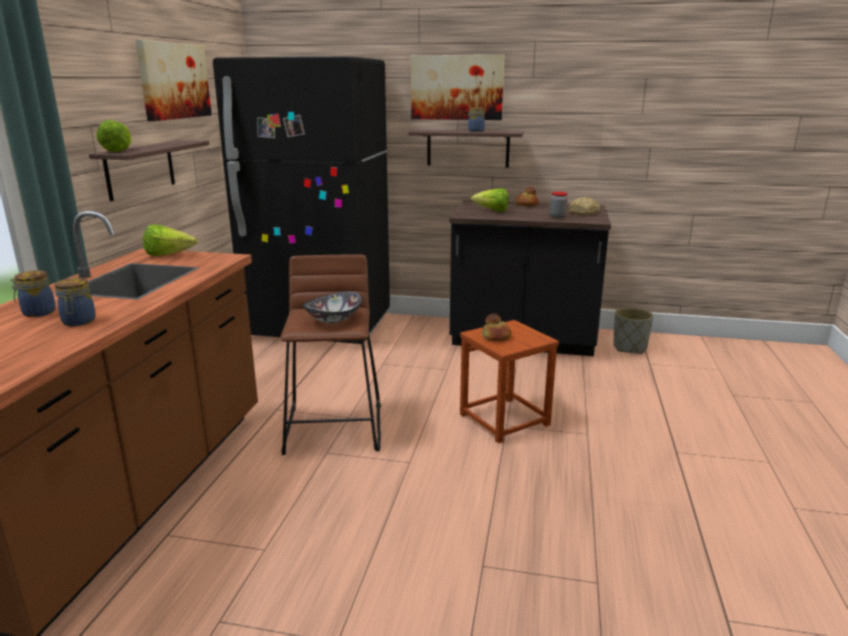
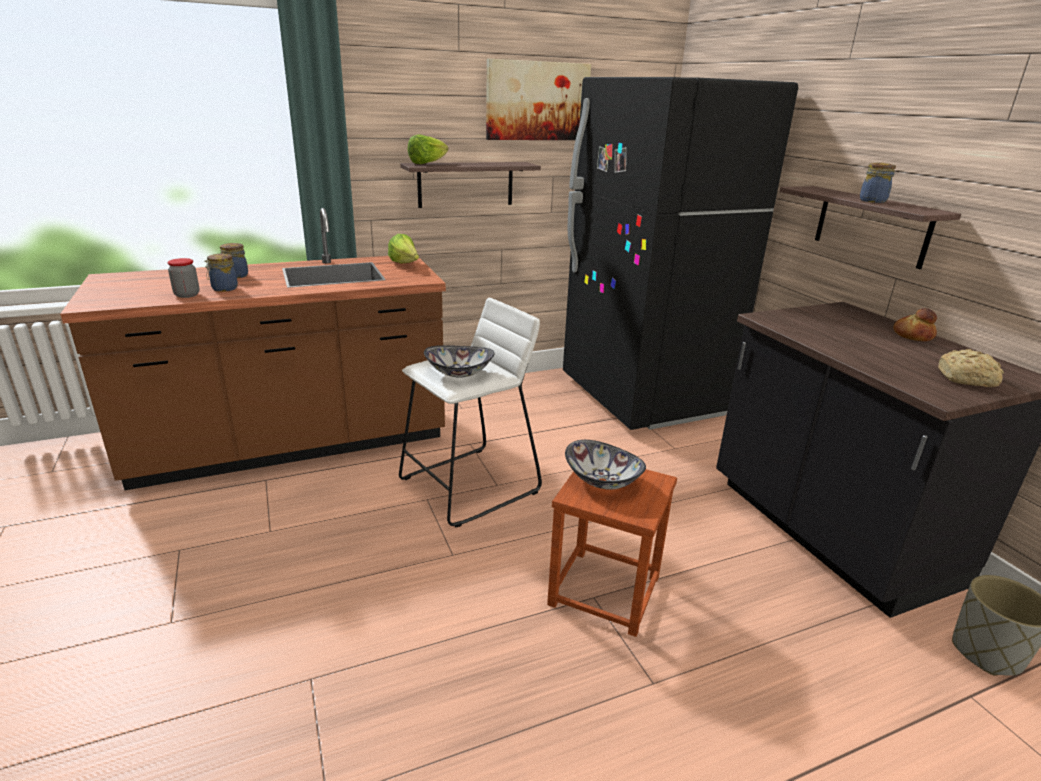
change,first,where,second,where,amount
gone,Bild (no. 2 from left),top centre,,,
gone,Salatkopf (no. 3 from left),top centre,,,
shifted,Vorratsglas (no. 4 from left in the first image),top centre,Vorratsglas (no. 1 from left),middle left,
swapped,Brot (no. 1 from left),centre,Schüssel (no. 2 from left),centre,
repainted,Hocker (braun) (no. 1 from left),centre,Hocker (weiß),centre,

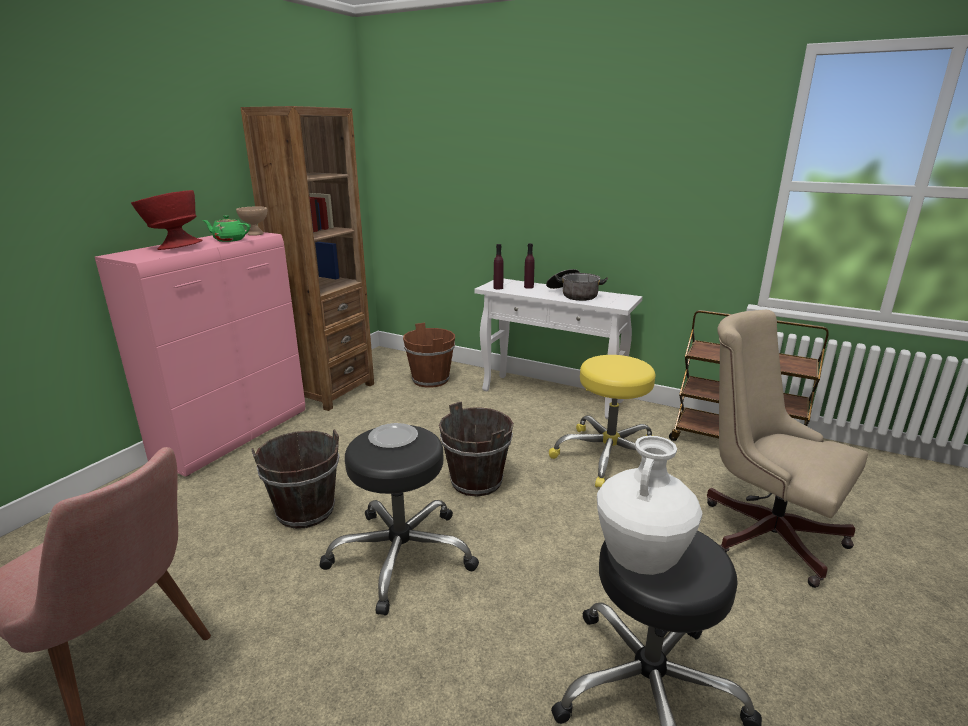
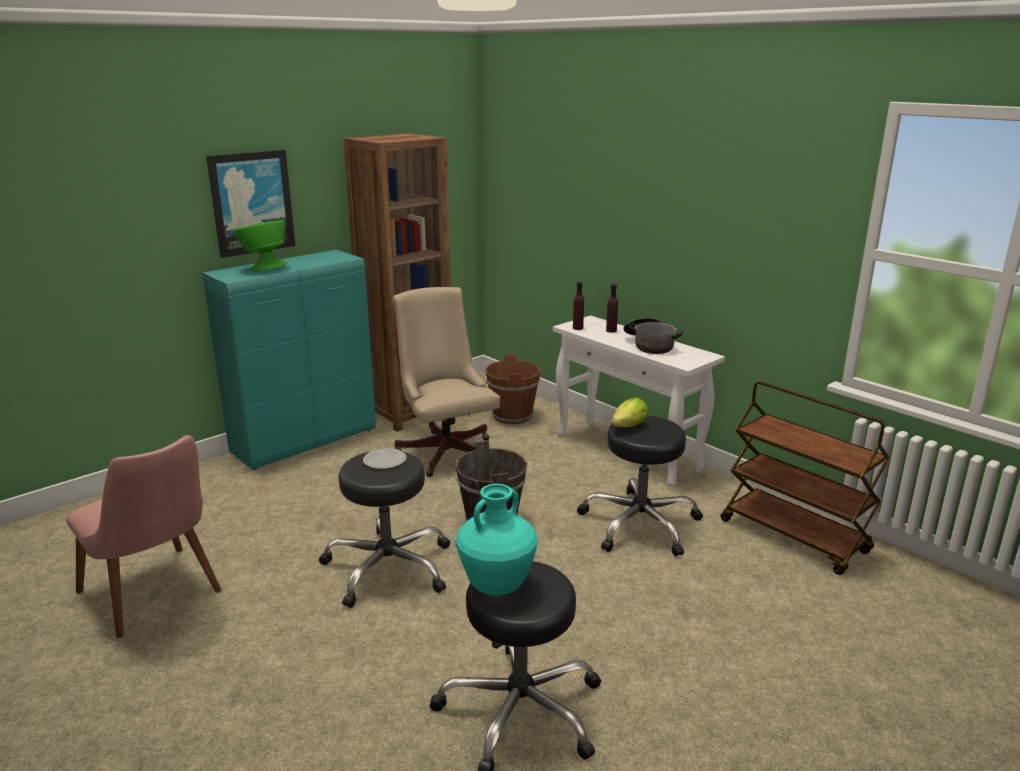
change,first,where,second,where,amount
gone,Teekanne (grün),top left,,,
gone,Schüssel (beige),top left,,,
gone,Eimer (braun) (no. 1 from left),middle left,,,
new,,,Bild,top left,
new,,,Salatkopf,centre,
shifted,Bürostuhl (beige),middle right,,centre,
repainted,Schrank (rosa),middle left,Schrank (türkis),middle left,
repainted,Schüssel (rot),top left,Schüssel (grün),top left,
repainted,Hocker (gelb),centre,Hocker (schwarz) (no. 3 from left),centre,
repainted,Vase (weiß),bottom right,Vase (türkis),bottom centre,

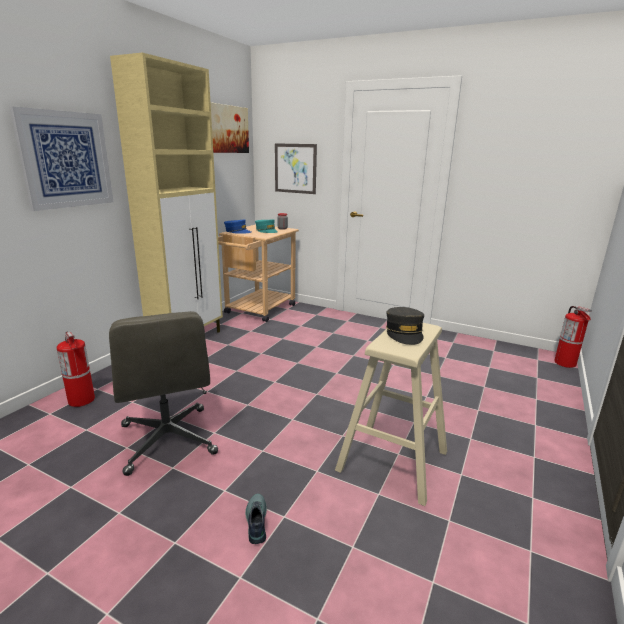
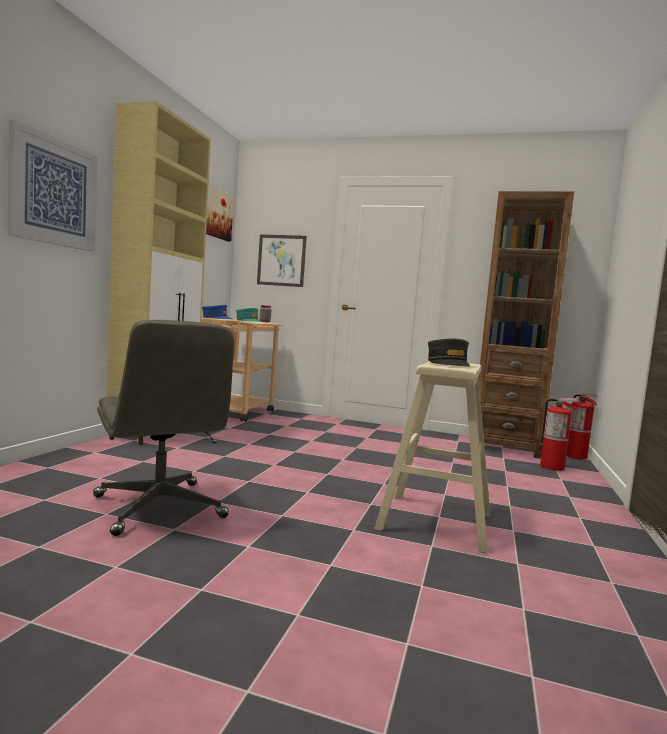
change,first,where,second,where,amount
gone,Schuh,bottom centre,,,
new,,,Bücherregal (braun),middle right,
shifted,Feuerlöscher (no. 1 from left),middle left,,middle right,

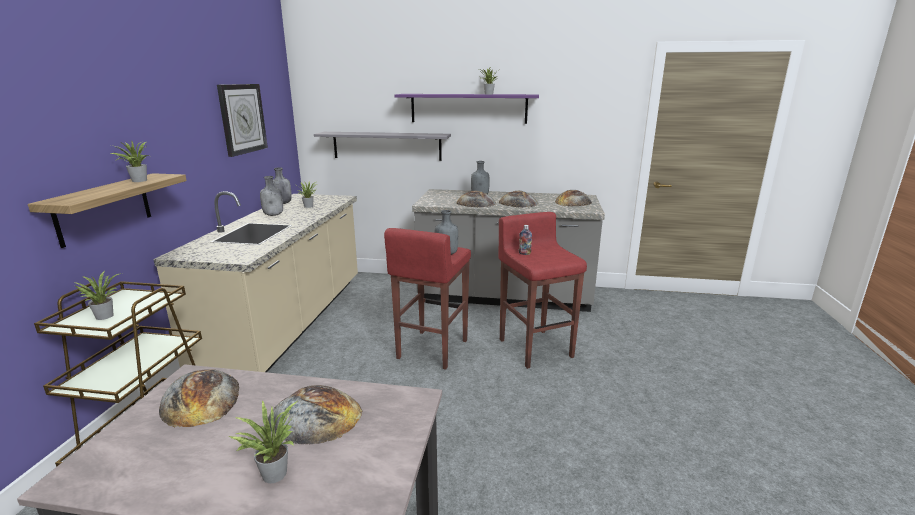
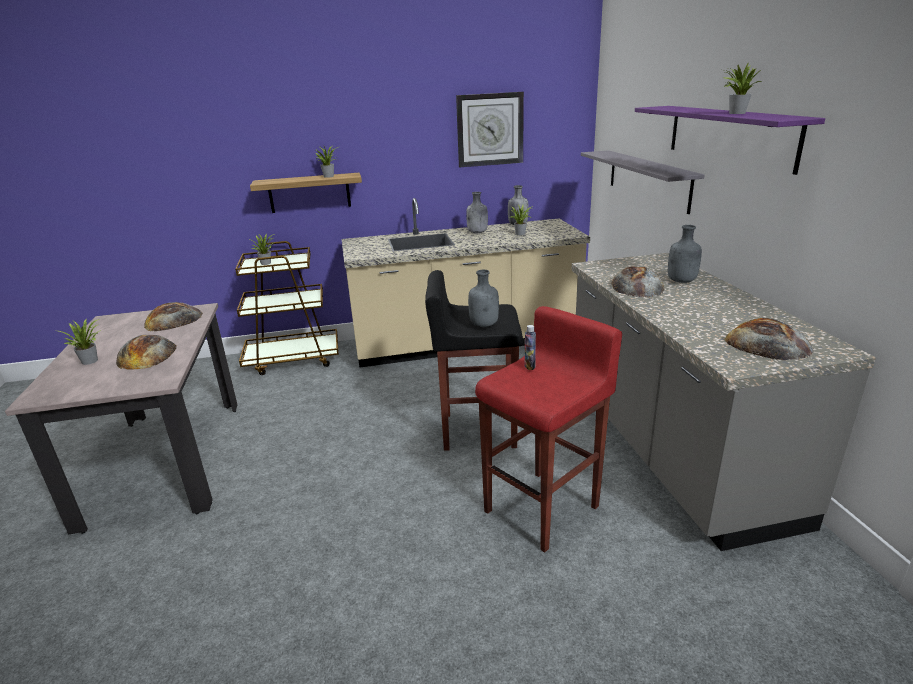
change,first,where,second,where,amount
gone,Brot (no. 4 from left),centre,,,
repainted,Hocker (rot) (no. 1 from left),centre,Hocker (schwarz),centre,

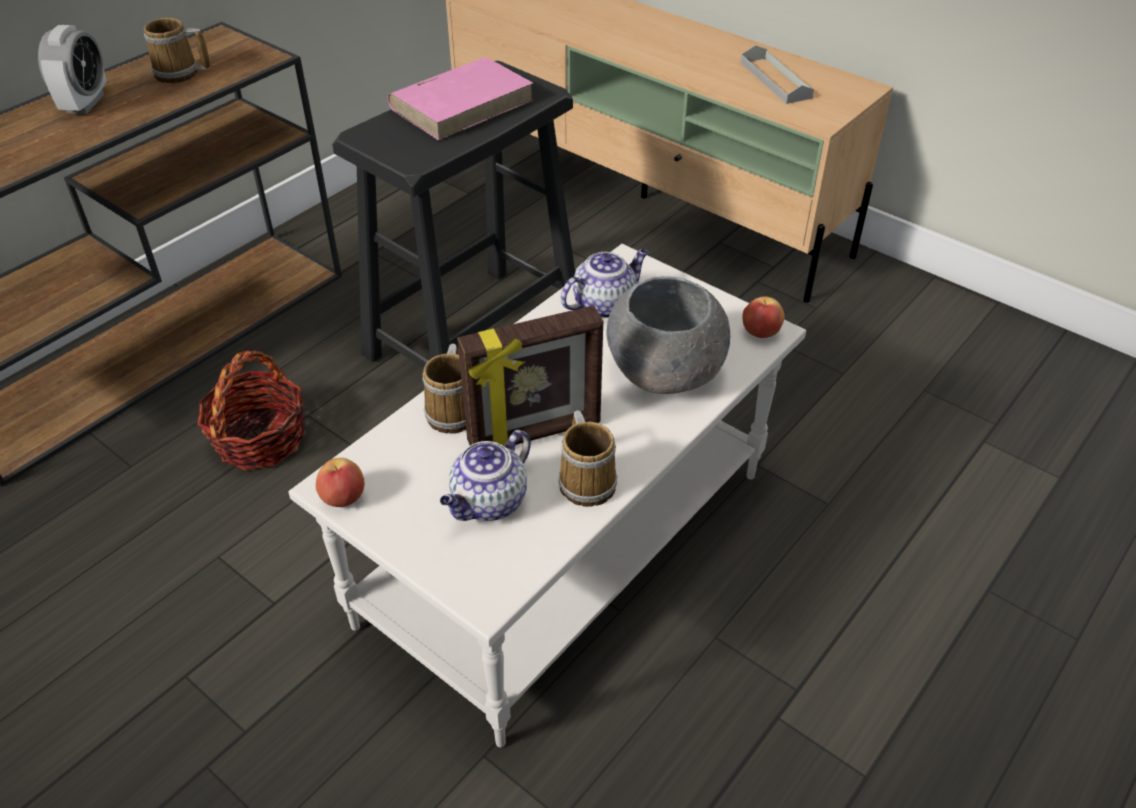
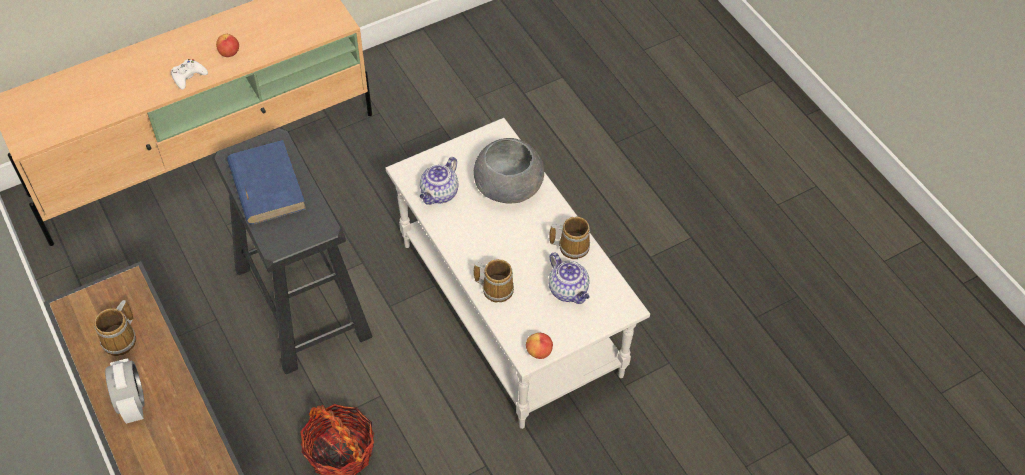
change,first,where,second,where,amount
gone,Bilderrahmen,centre,,,
gone,Tablett (grau),top right,,,
new,,,Gamepad (weiß),top left,
shifted,Apfel (no. 2 from left in the first image),middle right,Apfel (no. 1 from left),top left,
repainted,Buch (rosa),top centre,Buch (blau),middle left,
rotated,Wecker,top left,,bottom left,45 degrees clockwise
rotated,Teekanne (no. 2 from left in the first image),centre,Teekanne (no. 1 from left),centre,135 degrees counterclockwise

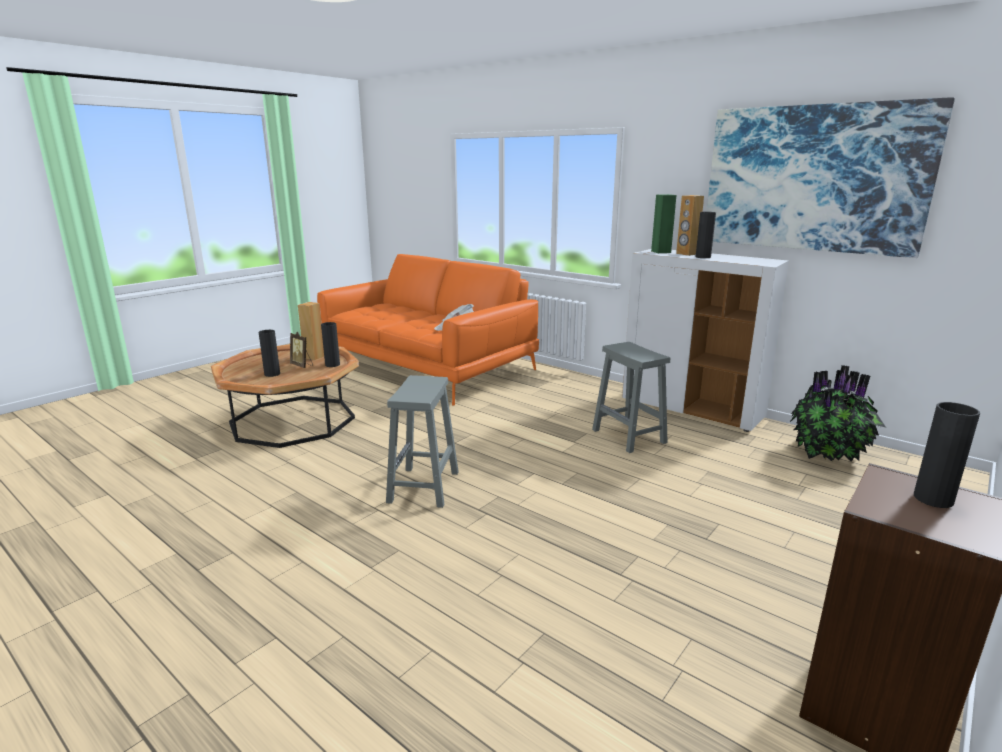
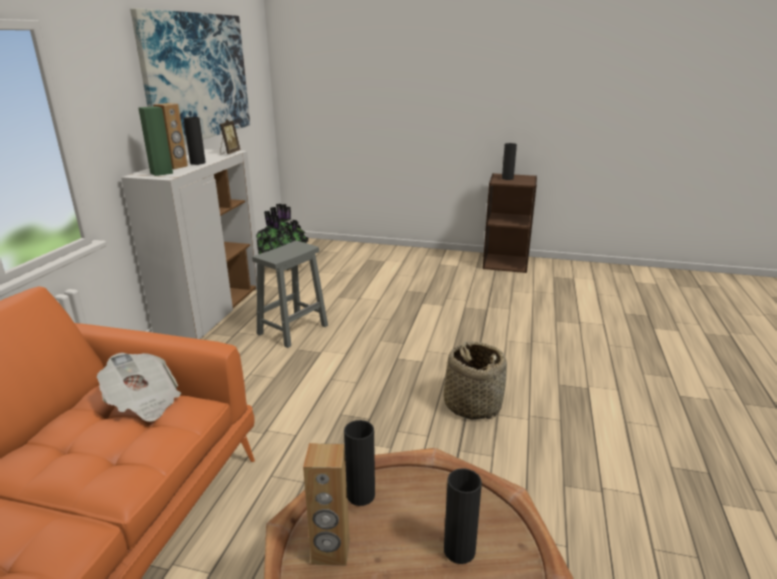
change,first,where,second,where,amount
shifted,Bilderrahmen,middle left,,top left,
swapped,Hocker (grau) (no. 1 from left),centre,Korb,centre,

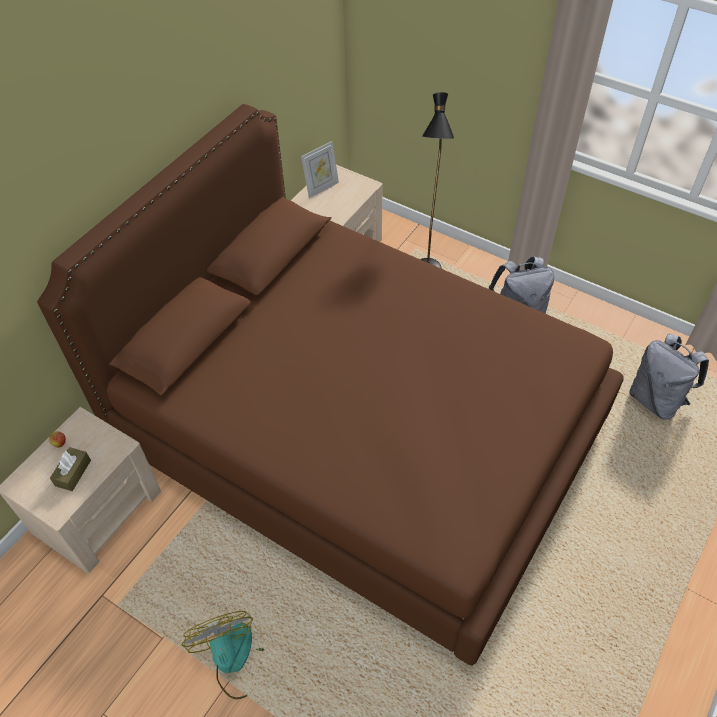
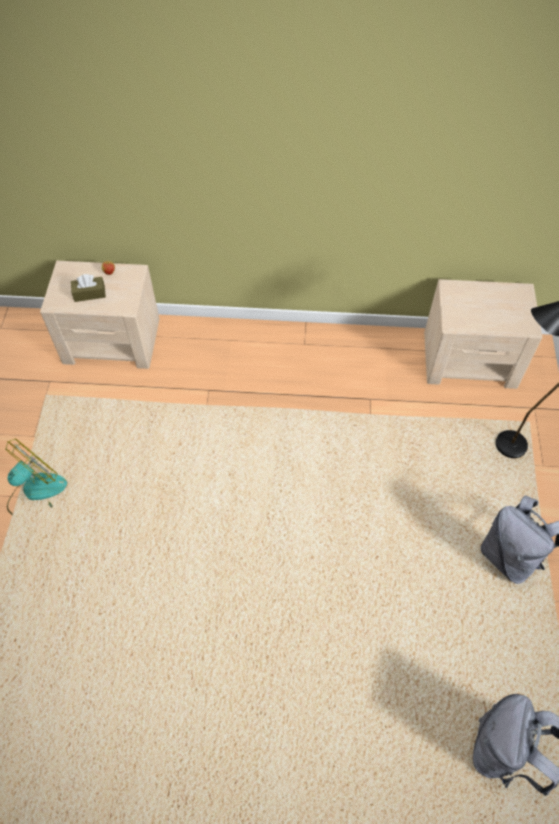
change,first,where,second,where,amount
gone,Bett (braun),centre,,,
gone,Bilderrahmen,top centre,,,

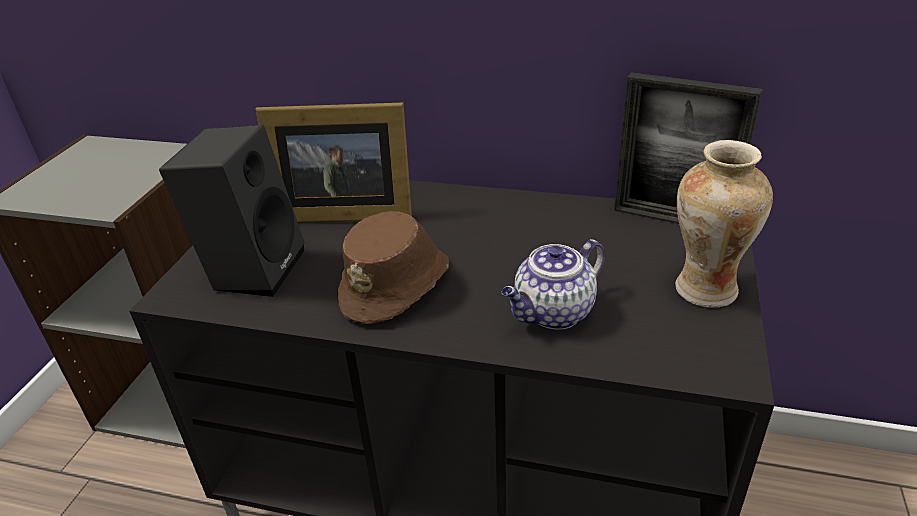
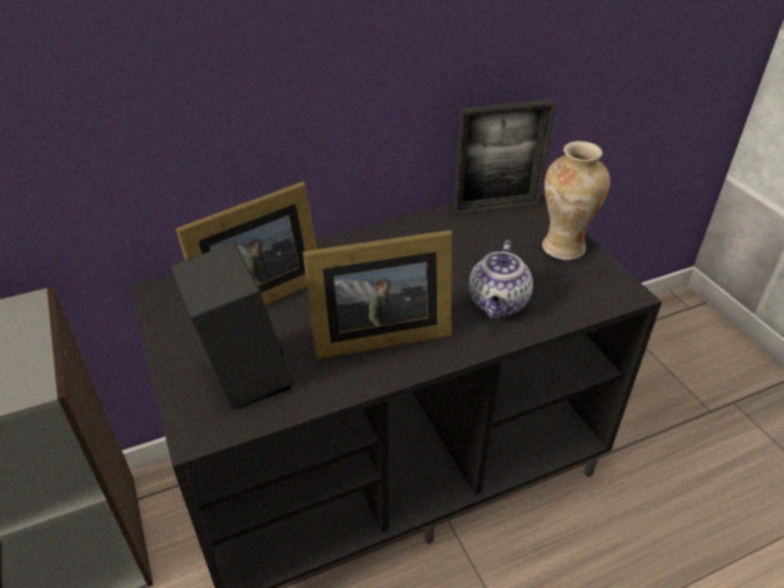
change,first,where,second,where,amount
swapped,Hut (braun),centre,Bilderrahmen (no. 2 from left),centre,

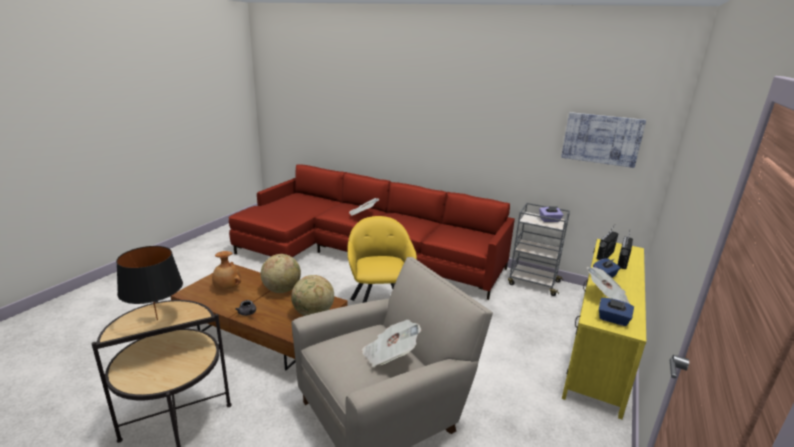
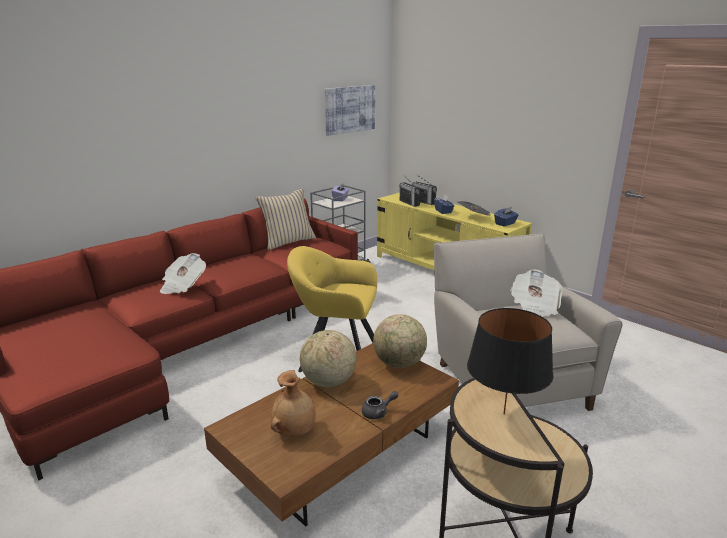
change,first,where,second,where,amount
new,,,Kissen (beige),centre,

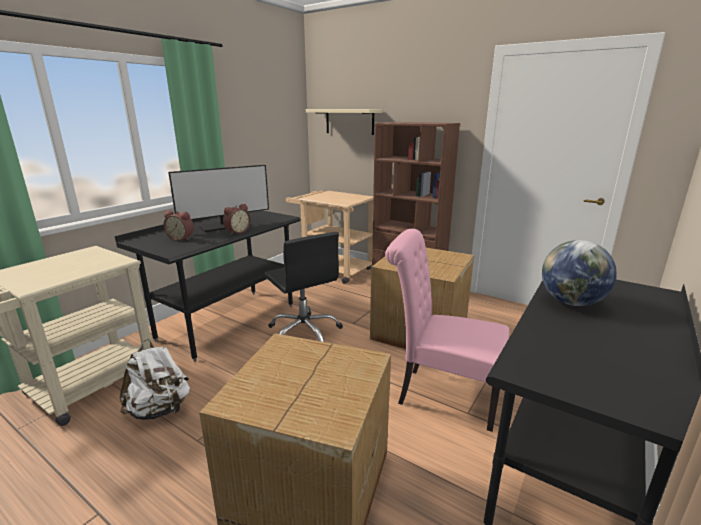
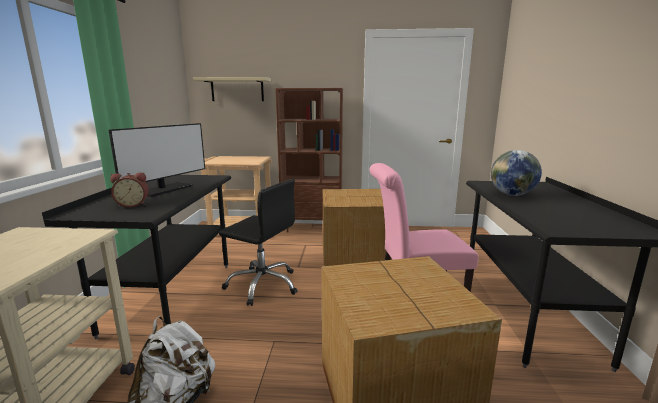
change,first,where,second,where,amount
gone,Wecker (no. 2 from left),centre,,,

